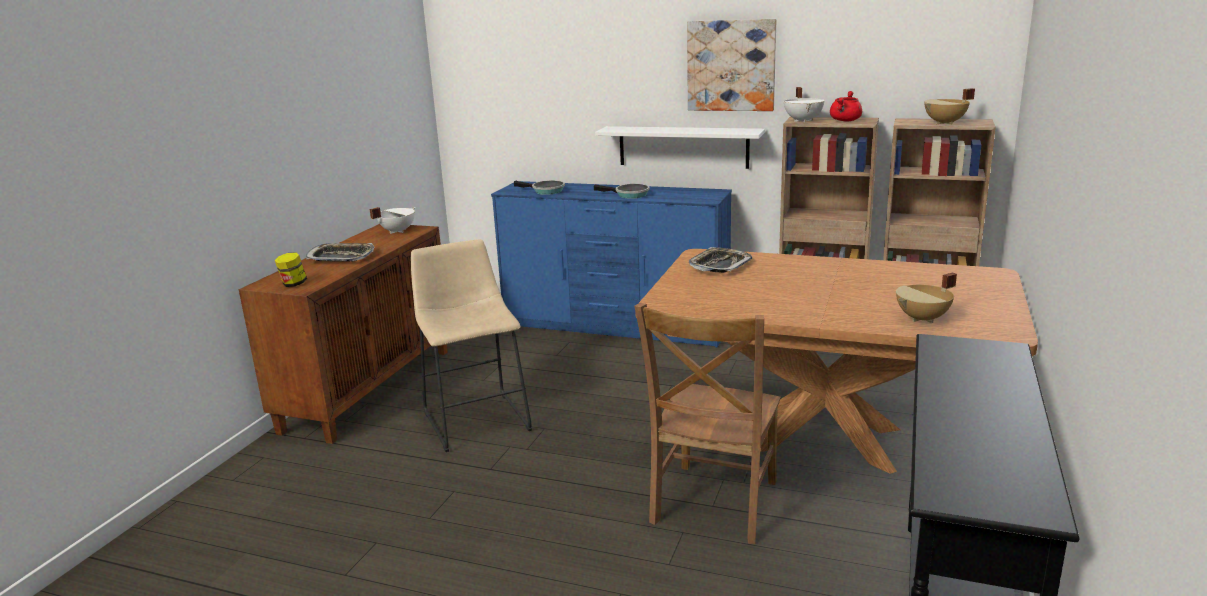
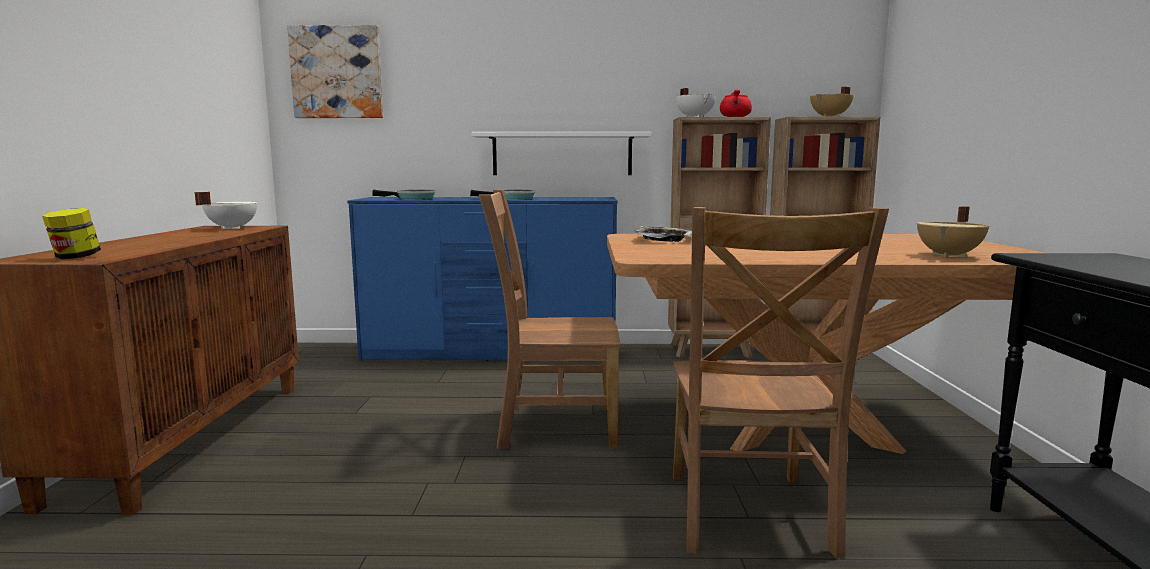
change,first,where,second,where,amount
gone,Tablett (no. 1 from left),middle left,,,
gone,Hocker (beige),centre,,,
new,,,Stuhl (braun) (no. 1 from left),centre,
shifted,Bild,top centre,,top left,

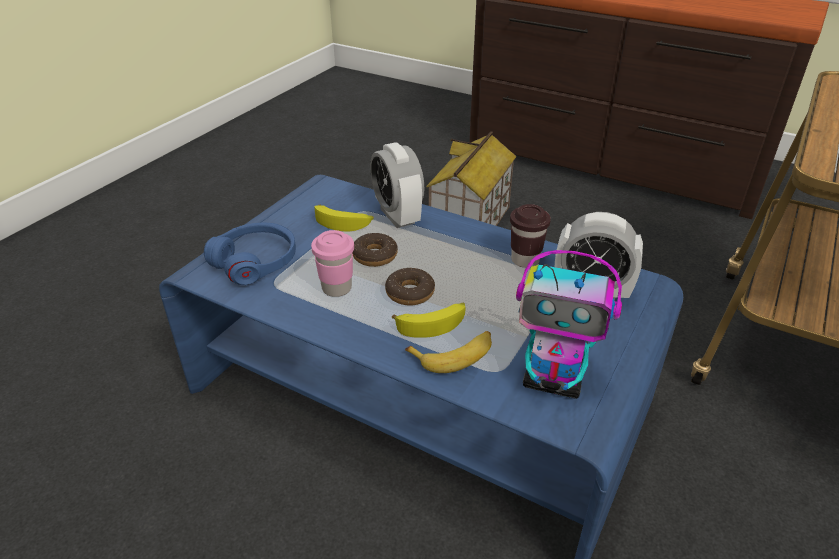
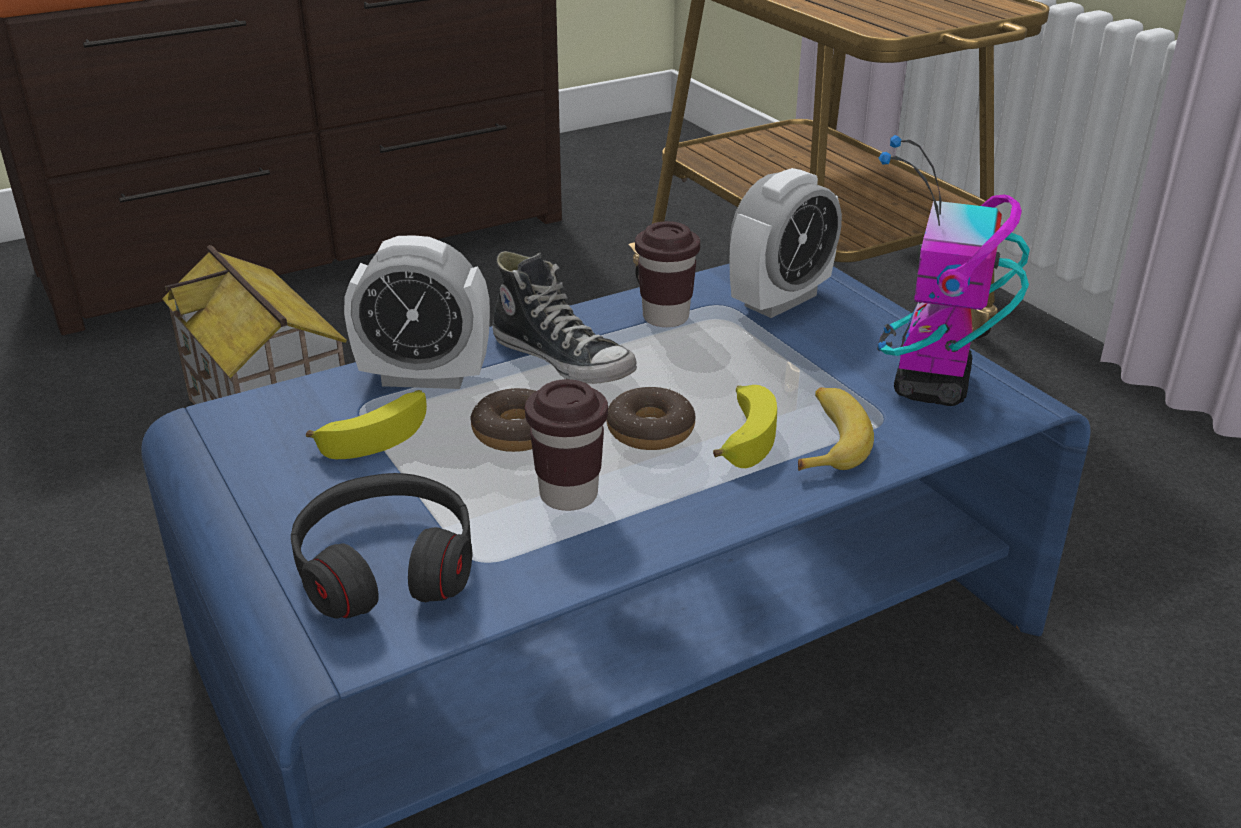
change,first,where,second,where,amount
new,,,Schuh,centre,
repainted,Kopfhörer (blau),middle left,Kopfhörer (schwarz),middle left,
repainted,Tasse (rosa),centre,Tasse (braun) (no. 1 from left),centre,
rotated,Spielzeugroboter,middle right,,top right,150 degrees clockwise

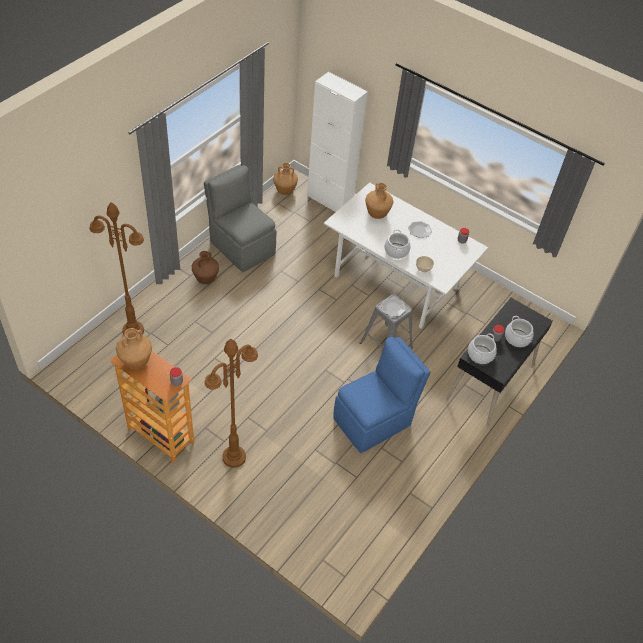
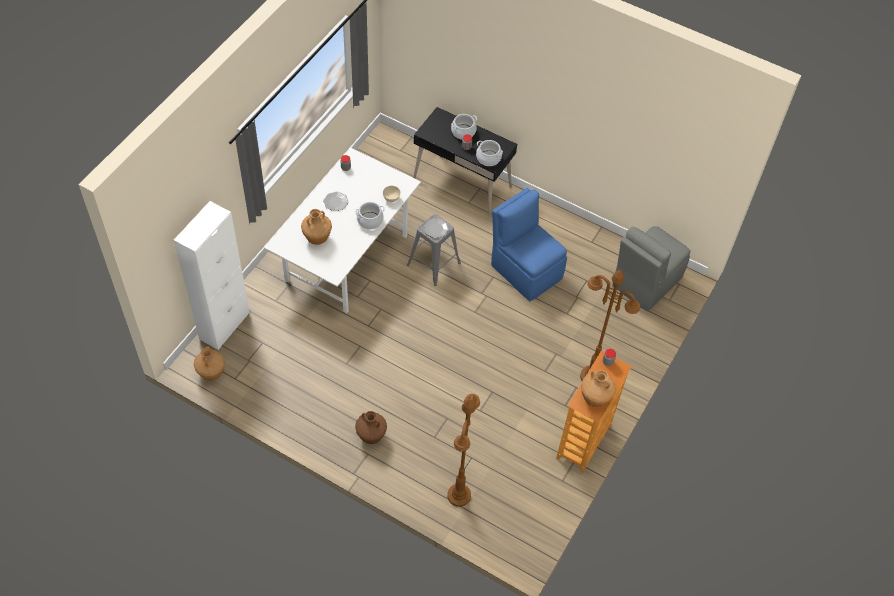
change,first,where,second,where,amount
shifted,Stuhl (grau),centre,,middle right,

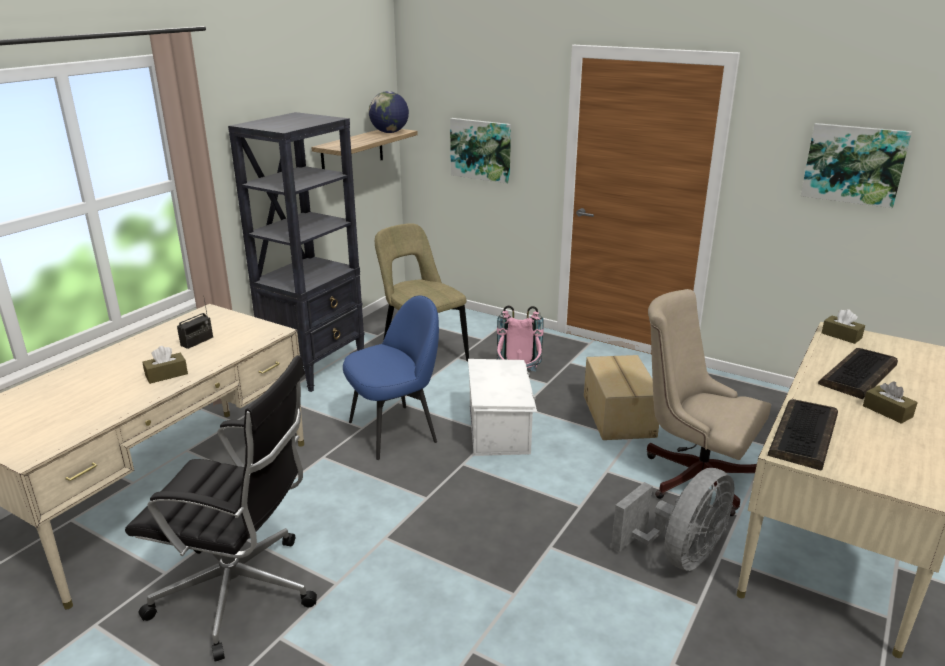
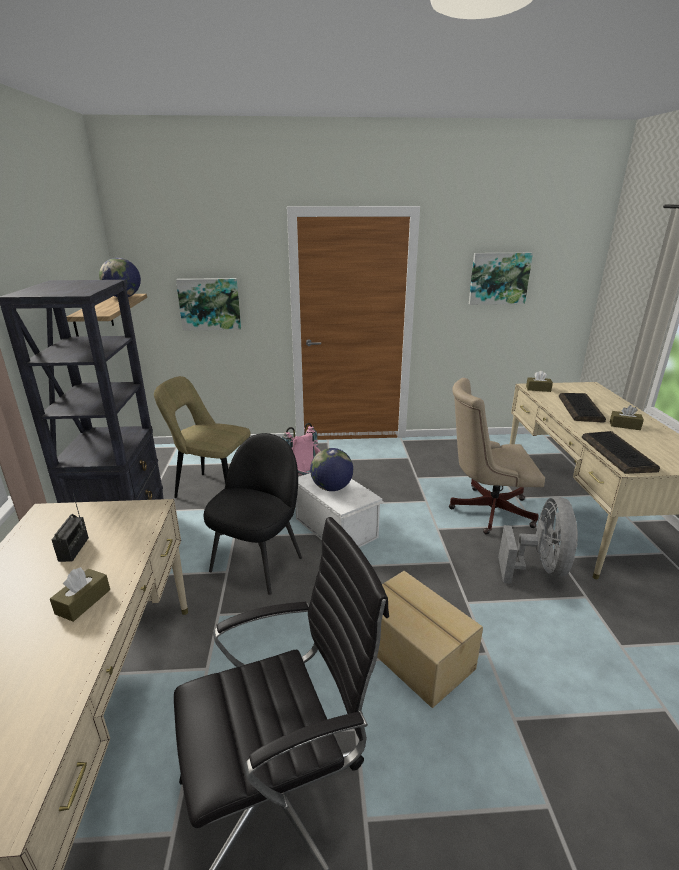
change,first,where,second,where,amount
new,,,Globus (no. 2 from left),centre,
shifted,Karton,centre,,bottom centre,
repainted,Stuhl (blau),centre,Stuhl (schwarz),centre,

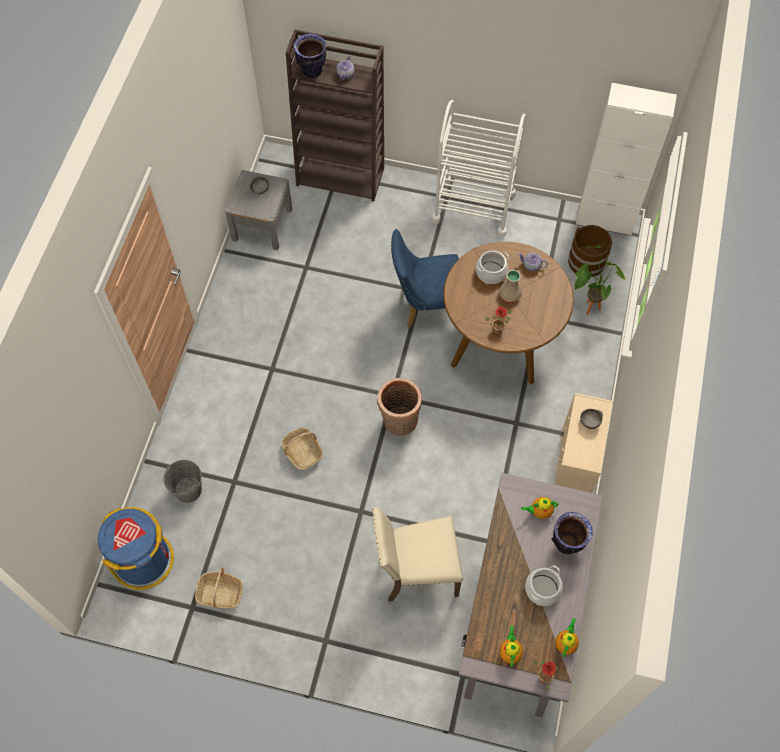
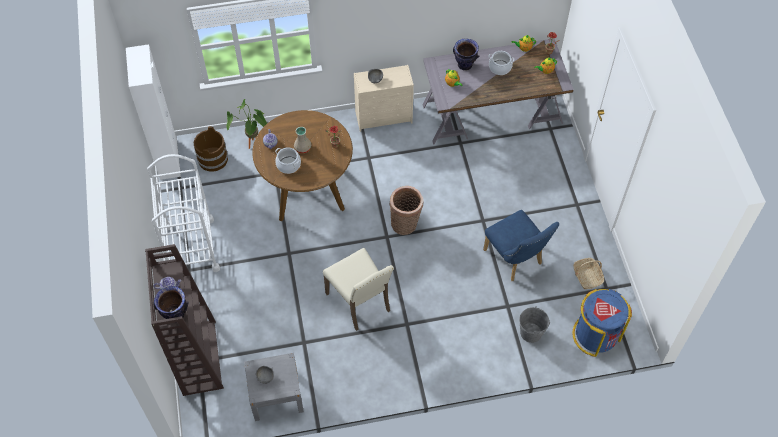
change,first,where,second,where,amount
gone,Korb (no. 2 from left),centre,,,
shifted,Stuhl (beige),bottom centre,,centre,
shifted,Stuhl (blau),centre,,middle right,

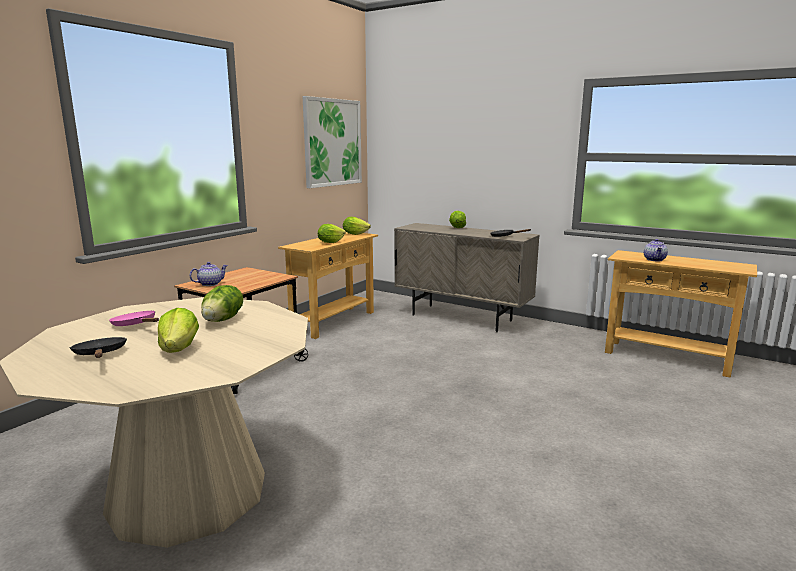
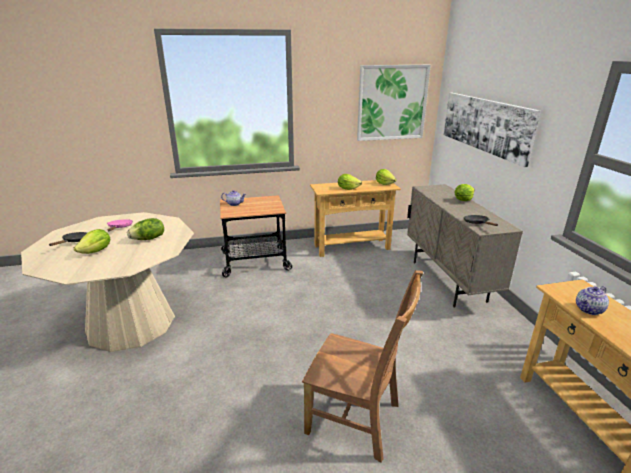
change,first,where,second,where,amount
new,,,Stuhl (braun),bottom centre,
new,,,Bild (no. 2 from left),top right,

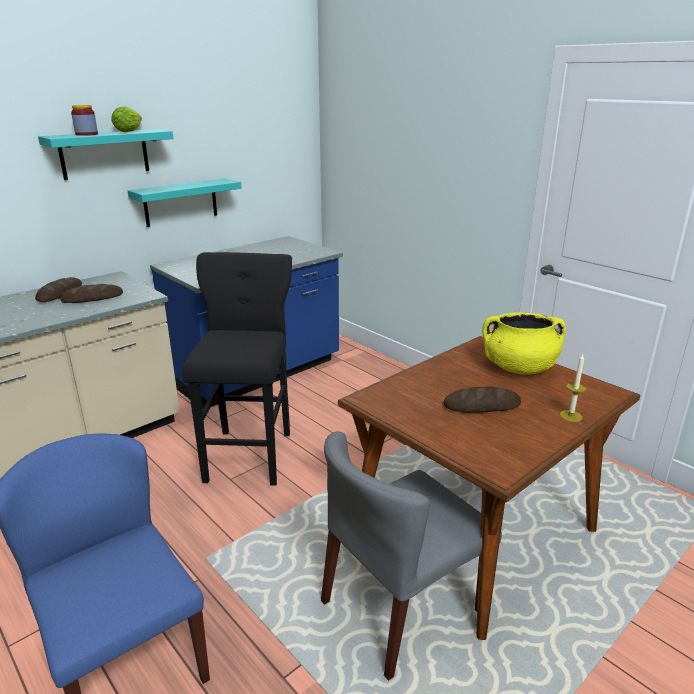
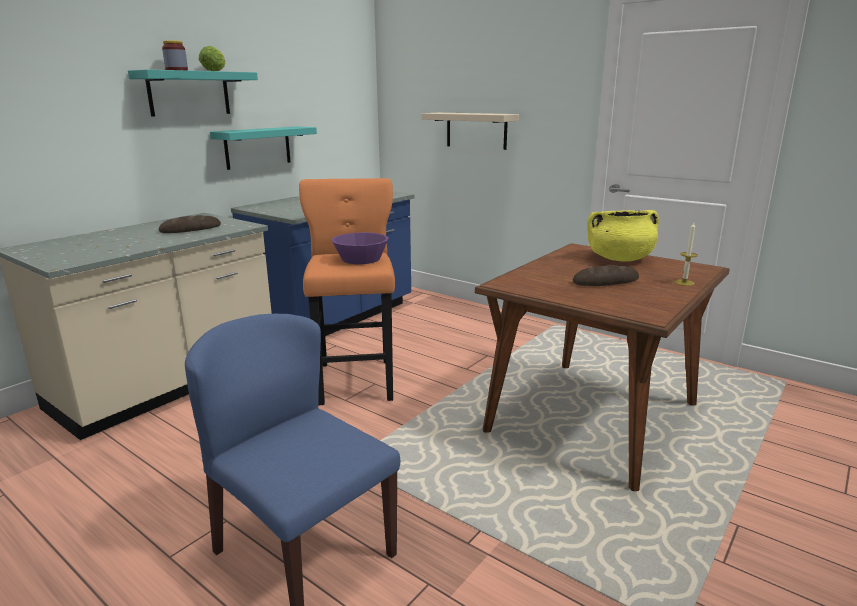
change,first,where,second,where,amount
gone,Brot (no. 1 from left),middle left,,,
gone,Stuhl (grau),bottom centre,,,
new,,,Schüssel (lila),centre,
new,,,Wandregal (beige),top centre,
repainted,Hocker (schwarz),centre,Hocker (orange),centre,

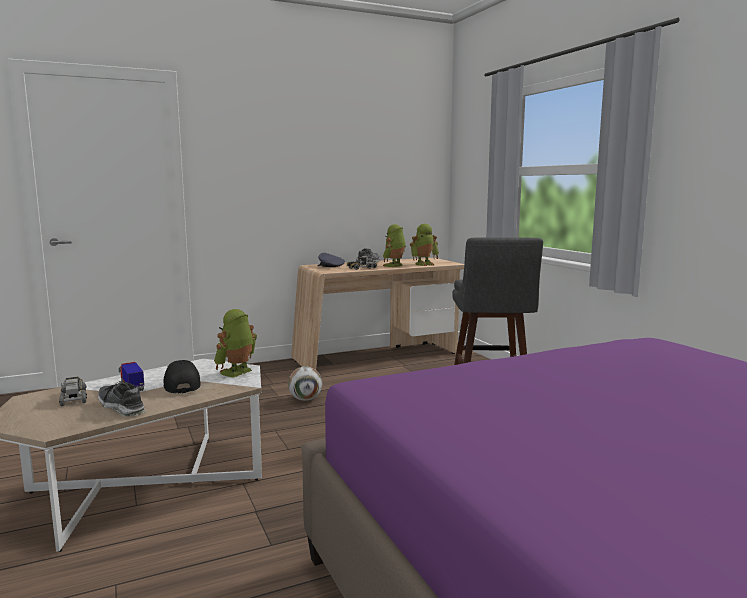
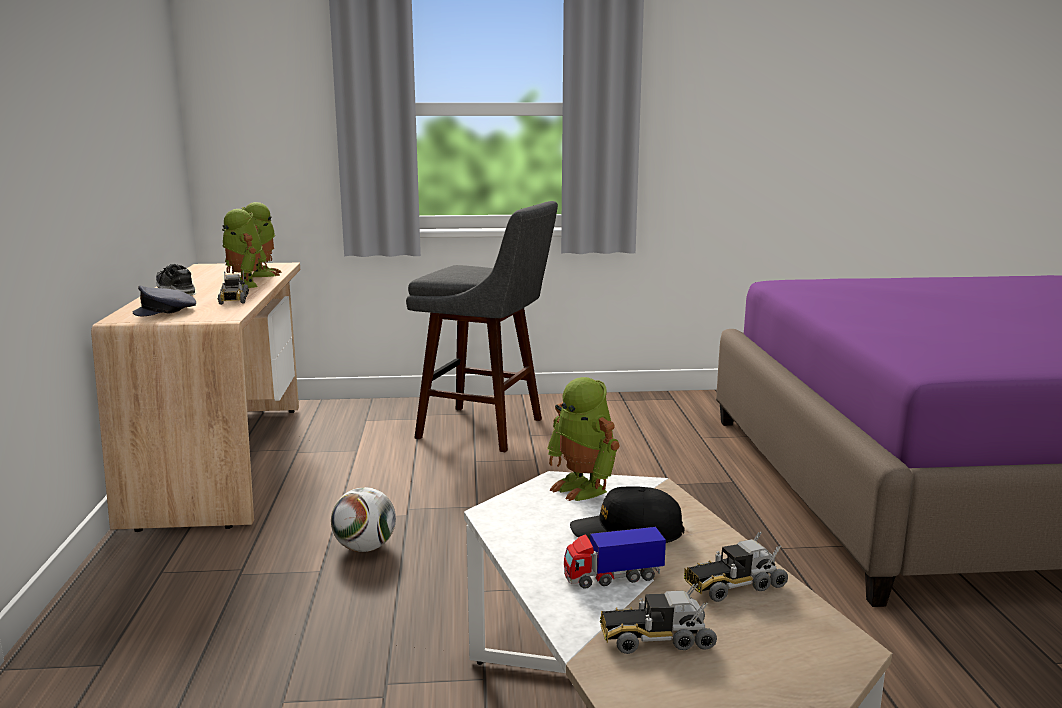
change,first,where,second,where,amount
swapped,Schuh (no. 1 from left),middle left,Spielzeuglaster (no. 4 from left),bottom right,

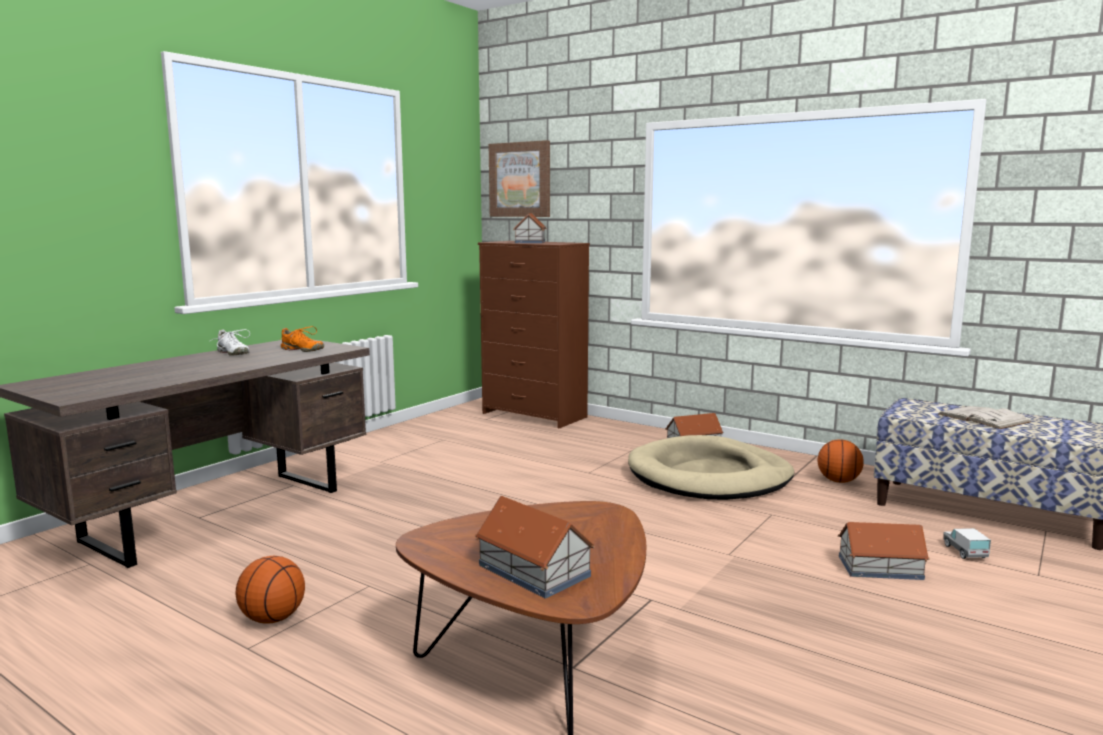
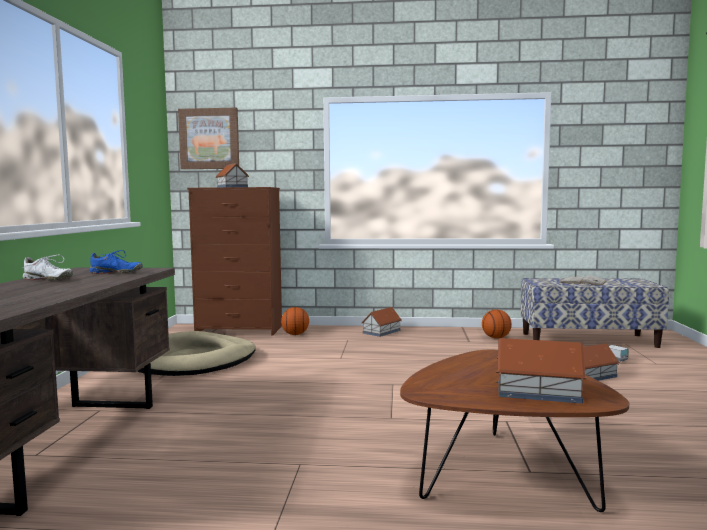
change,first,where,second,where,amount
shifted,Basketball (no. 1 from left),bottom left,,centre,
shifted,Hundebett (beige),centre,,middle left,
repainted,Schuh (orange),middle left,Schuh (blau),middle left,

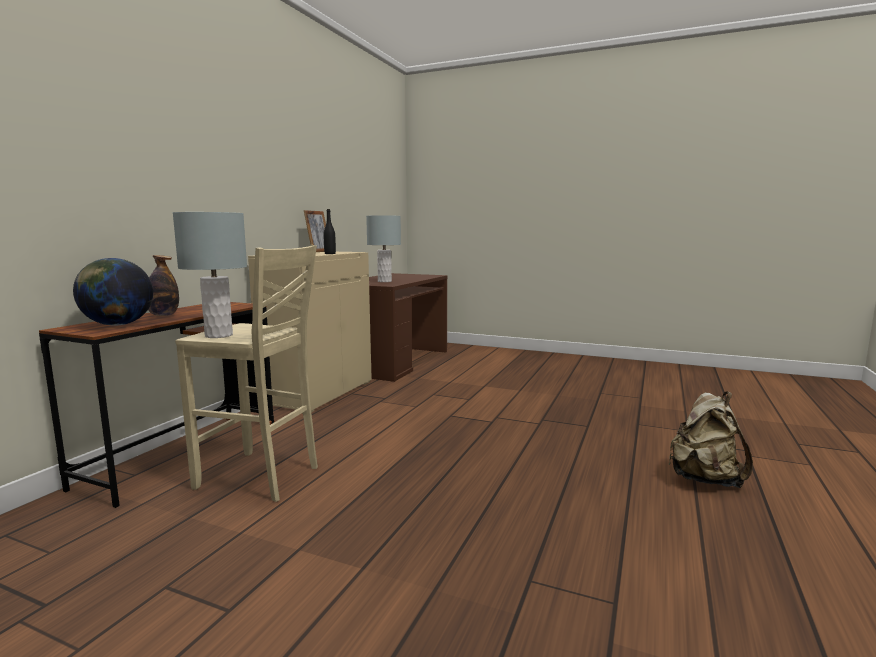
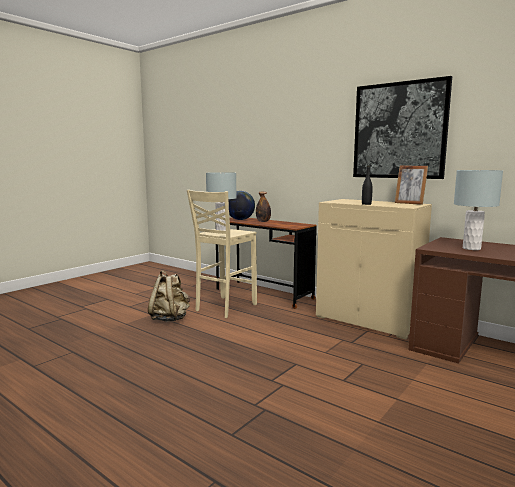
change,first,where,second,where,amount
new,,,Bild,top right,
shifted,Rucksack (beige),bottom right,,middle left,

